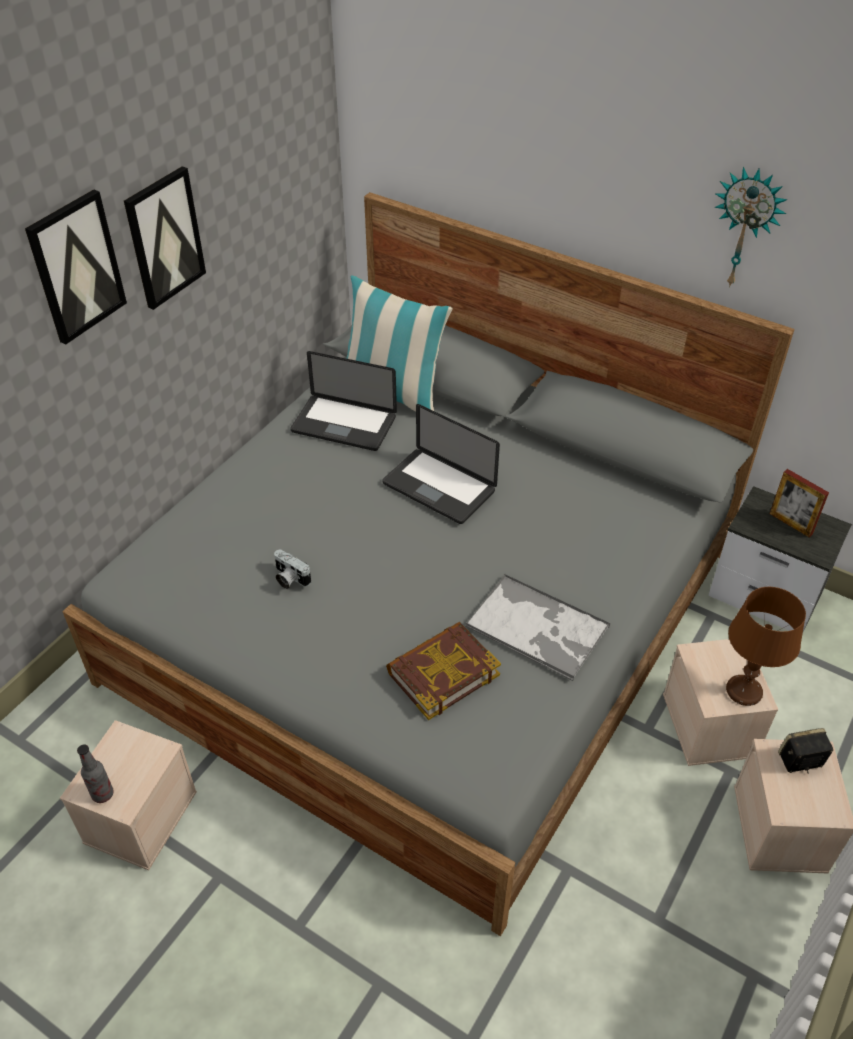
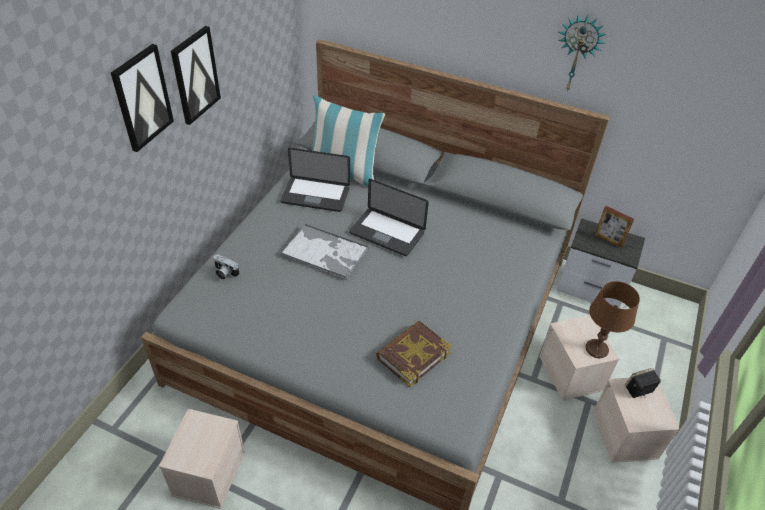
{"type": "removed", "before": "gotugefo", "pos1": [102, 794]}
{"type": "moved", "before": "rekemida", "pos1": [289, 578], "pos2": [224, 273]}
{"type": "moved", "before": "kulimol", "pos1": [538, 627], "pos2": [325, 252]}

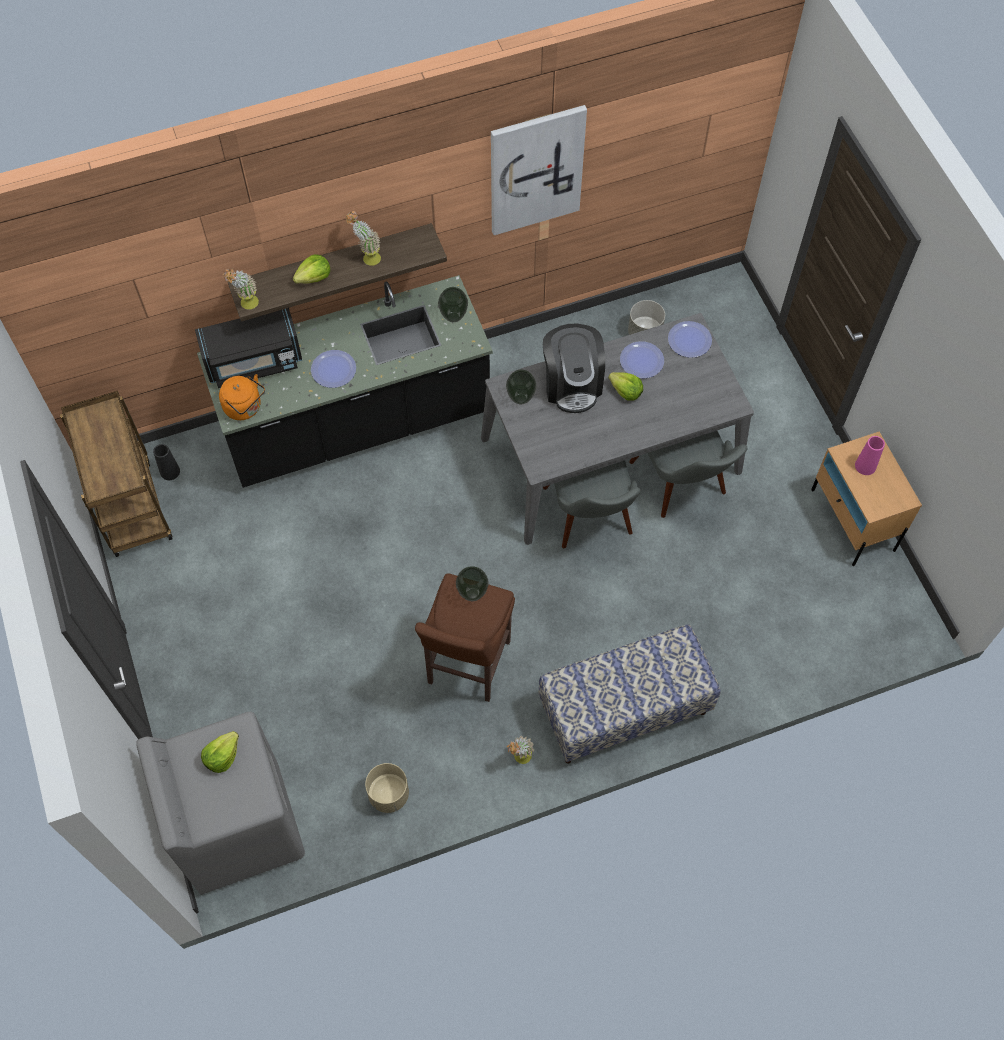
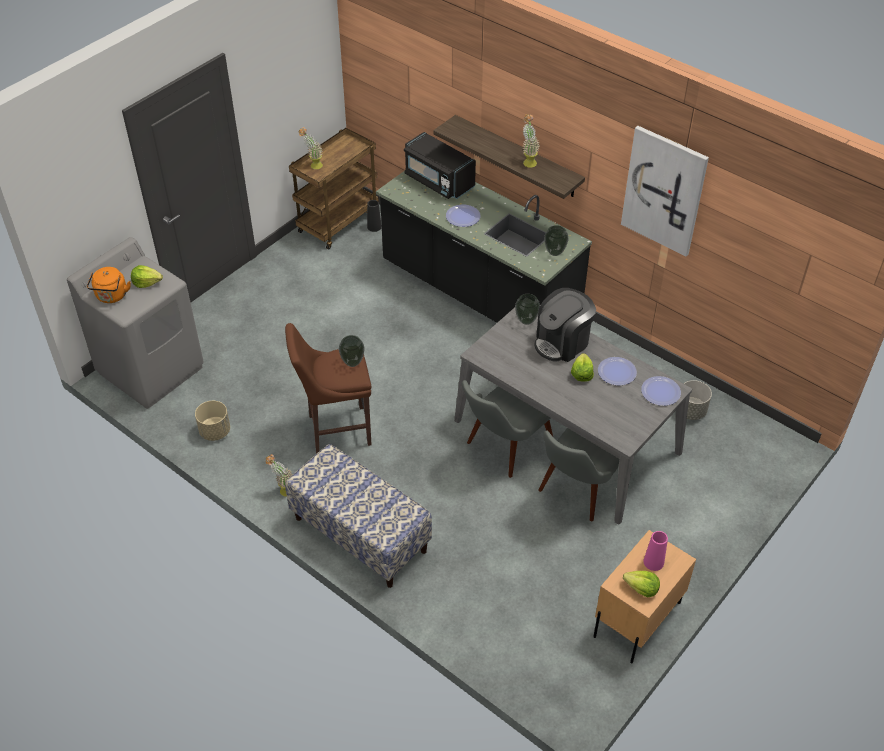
{"type": "moved", "before": "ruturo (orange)", "pos1": [245, 408], "pos2": [111, 296]}
{"type": "moved", "before": "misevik", "pos1": [246, 305], "pos2": [313, 165]}
{"type": "moved", "before": "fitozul", "pos1": [314, 277], "pos2": [641, 589]}

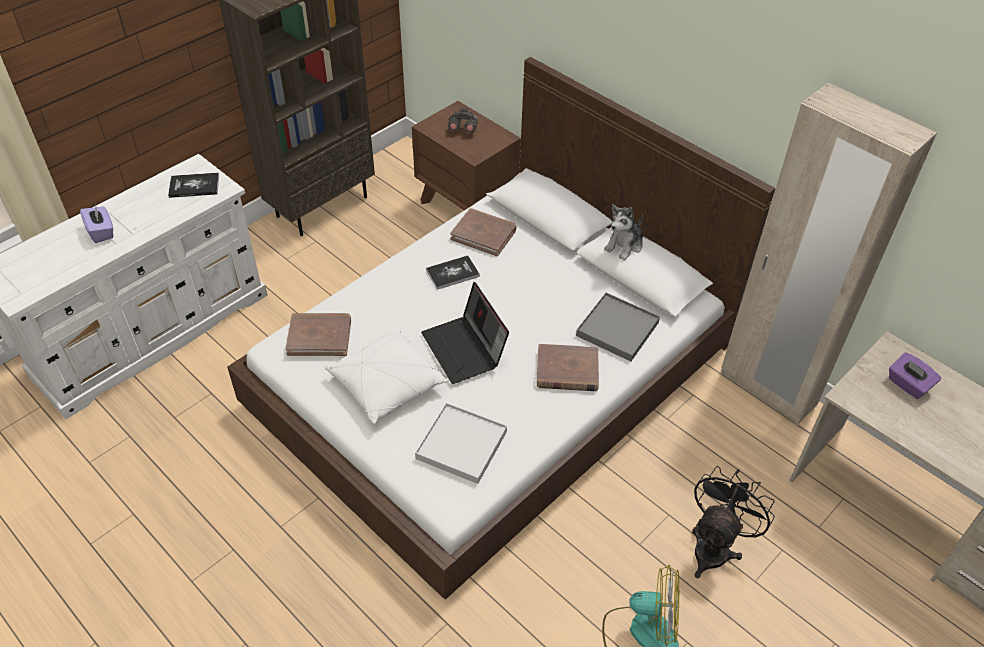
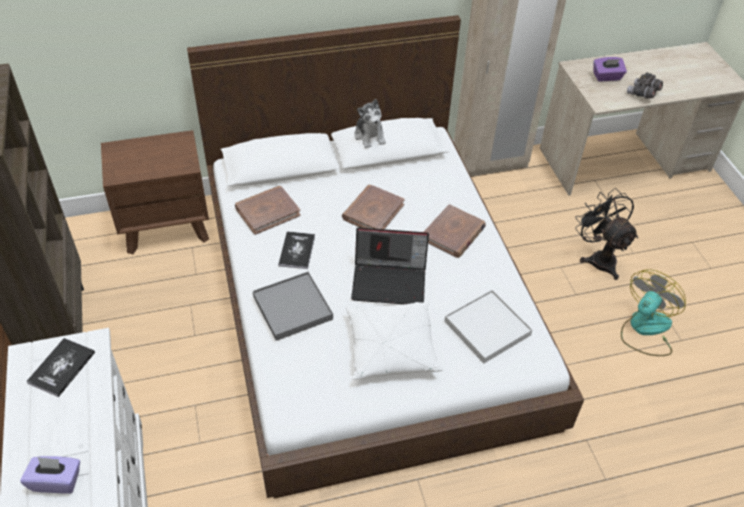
{"type": "moved", "before": "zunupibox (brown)", "pos1": [319, 336], "pos2": [373, 211]}
{"type": "moved", "before": "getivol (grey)", "pos1": [463, 129], "pos2": [642, 94]}
{"type": "moved", "before": "kulimol (grey)", "pos1": [617, 329], "pos2": [293, 308]}

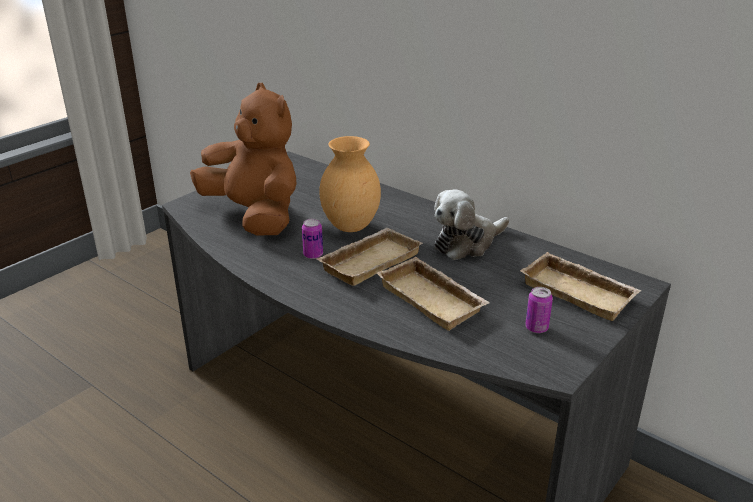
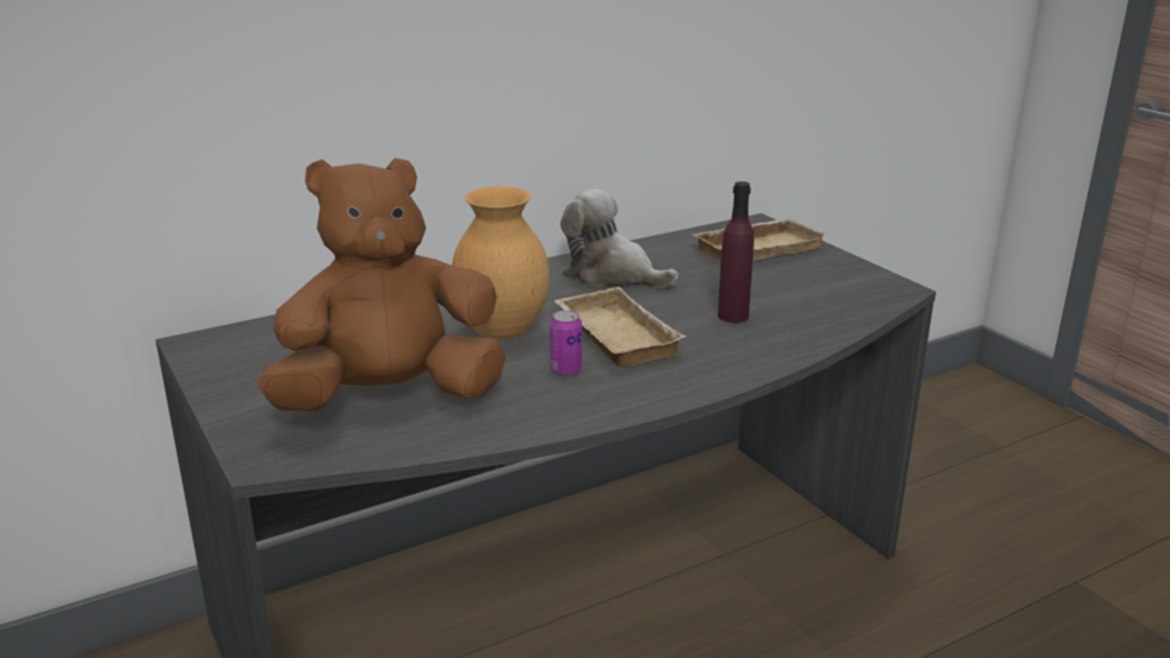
{"type": "replaced", "before": "kulimol (beige)", "after": "gotugefo (purple)", "pos1": [434, 299], "pos2": [733, 316]}
{"type": "turned", "before": "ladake", "pos1": [467, 243], "pos2": [611, 275], "turn": 135}
{"type": "removed", "before": "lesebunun", "pos1": [536, 328]}

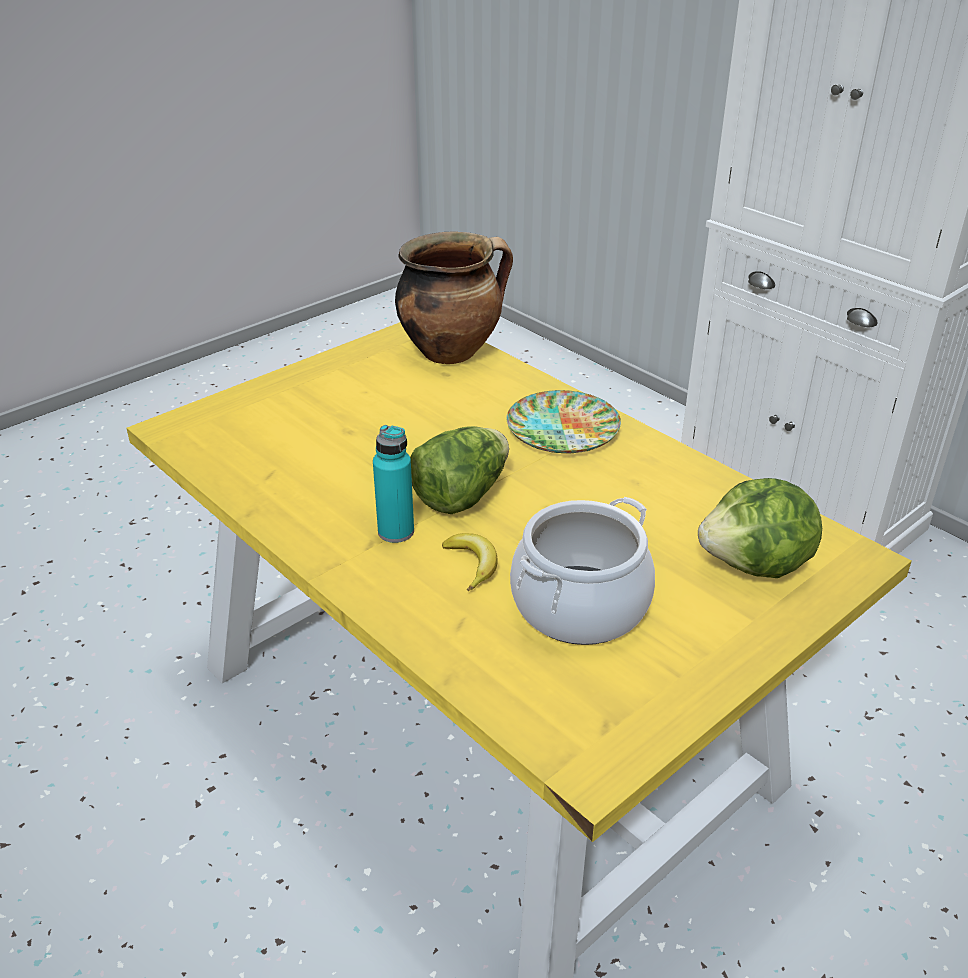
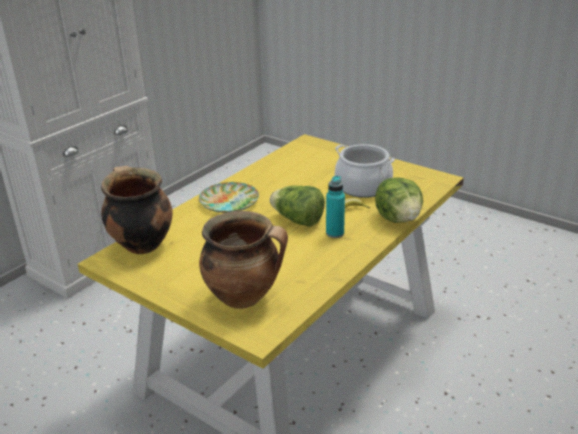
{"type": "moved", "before": "fitozul", "pos1": [756, 566], "pos2": [399, 218]}
{"type": "added", "after": "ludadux", "pos2": [245, 297]}

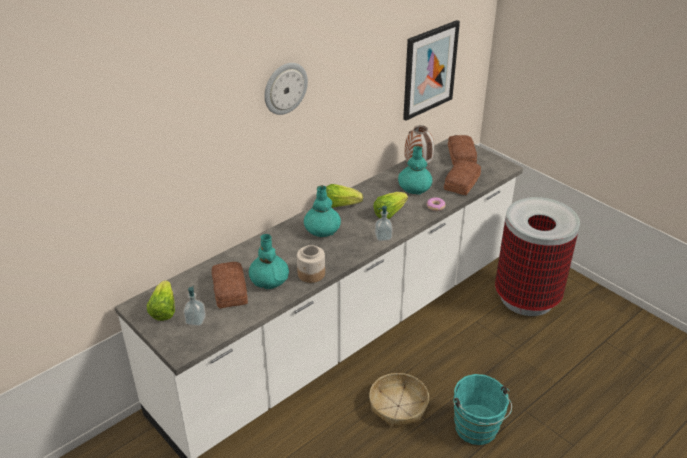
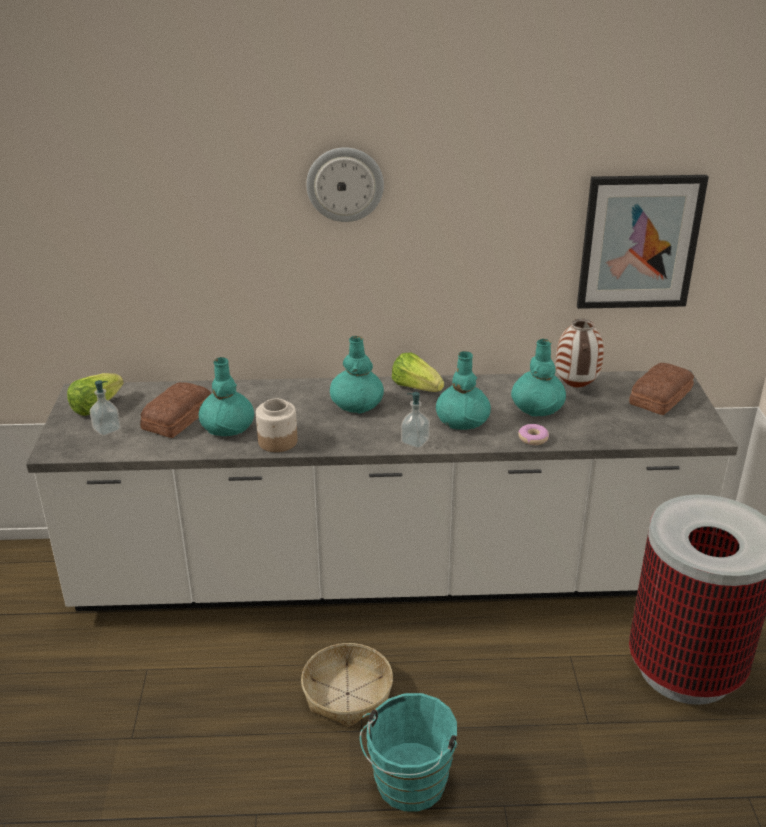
{"type": "replaced", "before": "fitozul", "after": "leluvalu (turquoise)", "pos1": [389, 213], "pos2": [462, 420]}
{"type": "removed", "before": "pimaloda", "pos1": [461, 182]}

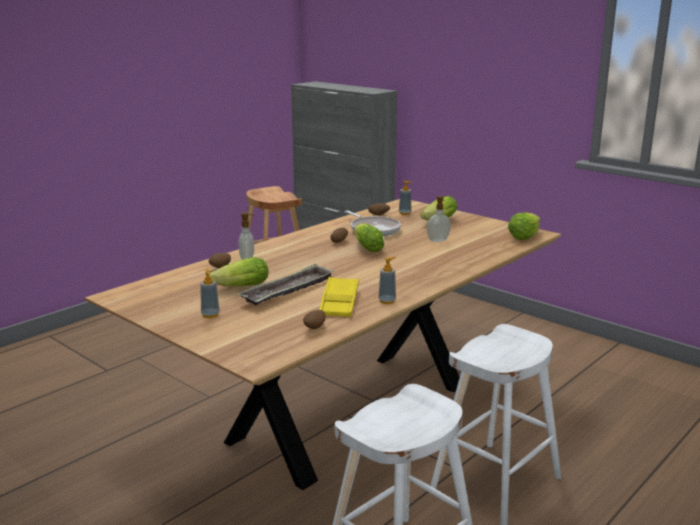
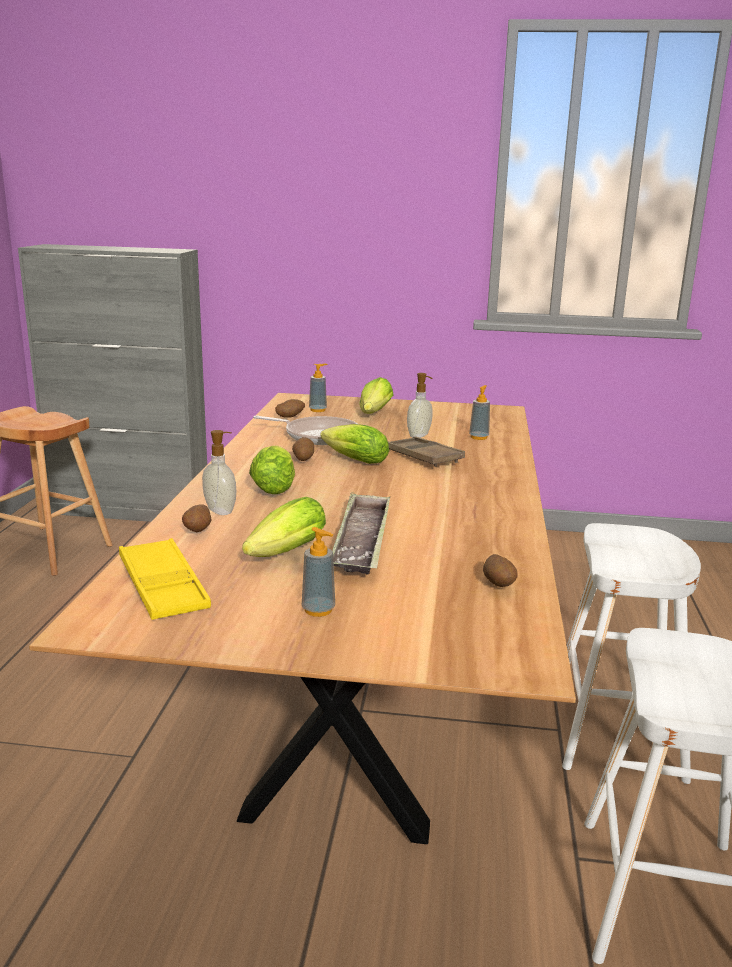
{"type": "moved", "before": "kulimol (yellow)", "pos1": [339, 302], "pos2": [163, 587]}
{"type": "moved", "before": "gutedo", "pos1": [387, 301], "pos2": [479, 437]}
{"type": "moved", "before": "fitozul", "pos1": [525, 236], "pos2": [276, 485]}
{"type": "added", "after": "kulimol (brown)", "pos2": [423, 457]}

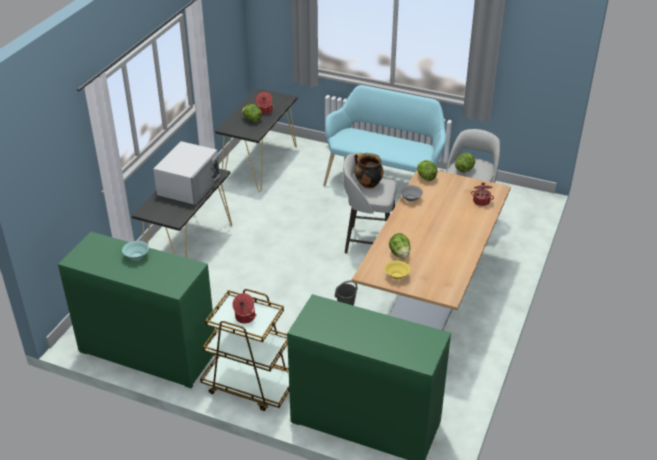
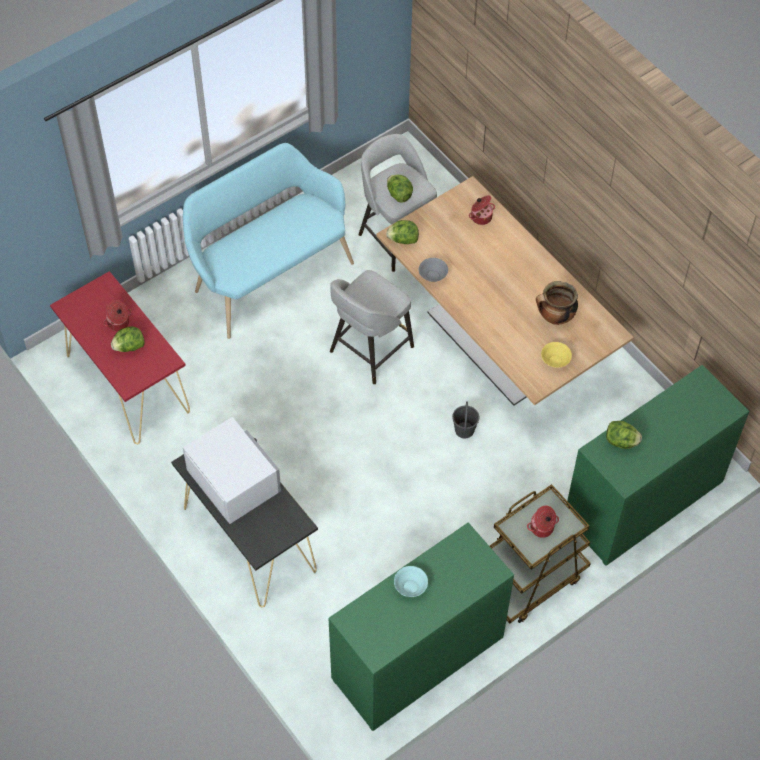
{"type": "recoloured", "before": "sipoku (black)", "after": "sipoku (red)", "pos1": [260, 164], "pos2": [127, 383]}
{"type": "moved", "before": "ludadux", "pos1": [367, 184], "pos2": [555, 317]}
{"type": "moved", "before": "fitozul", "pos1": [399, 254], "pos2": [621, 441]}

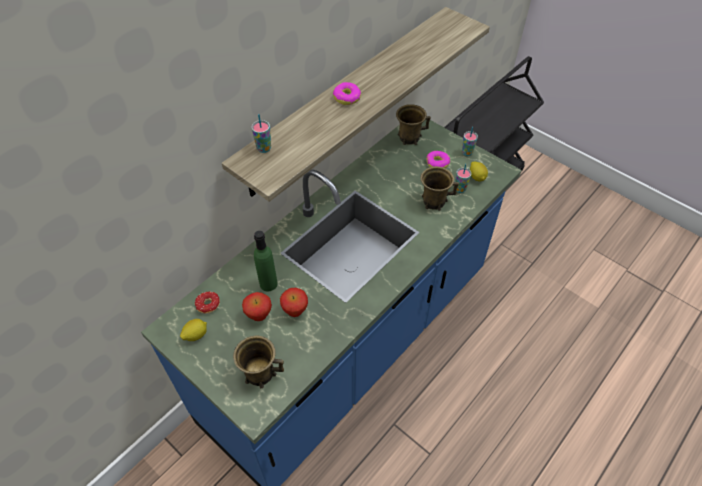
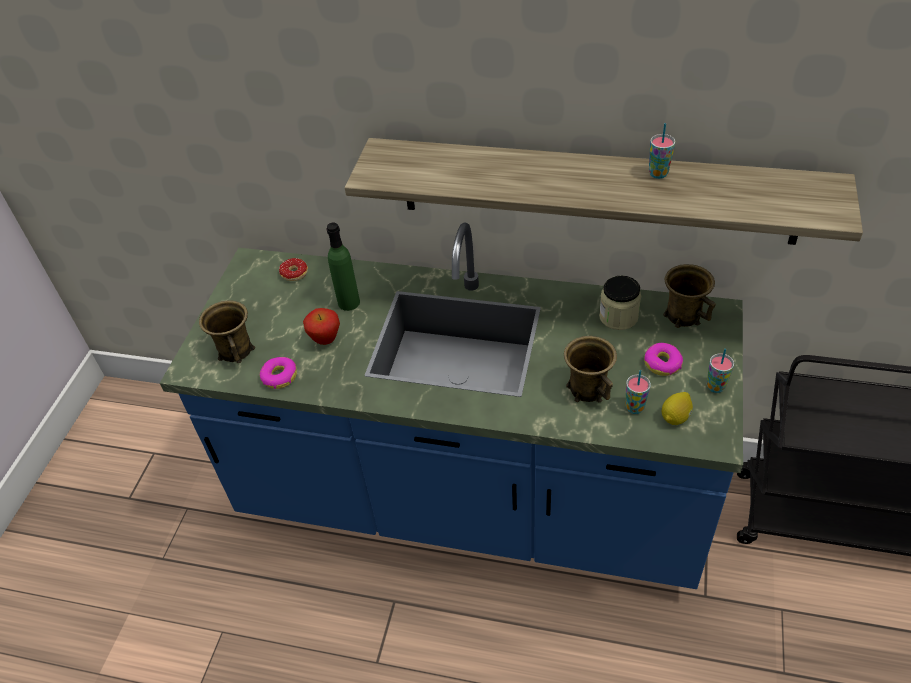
{"type": "removed", "before": "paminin", "pos1": [195, 335]}
{"type": "removed", "before": "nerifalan", "pos1": [259, 316]}
{"type": "moved", "before": "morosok", "pos1": [264, 148], "pos2": [658, 174]}
{"type": "moved", "before": "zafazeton", "pos1": [347, 97], "pos2": [279, 377]}
{"type": "added", "after": "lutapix", "pos2": [618, 317]}

